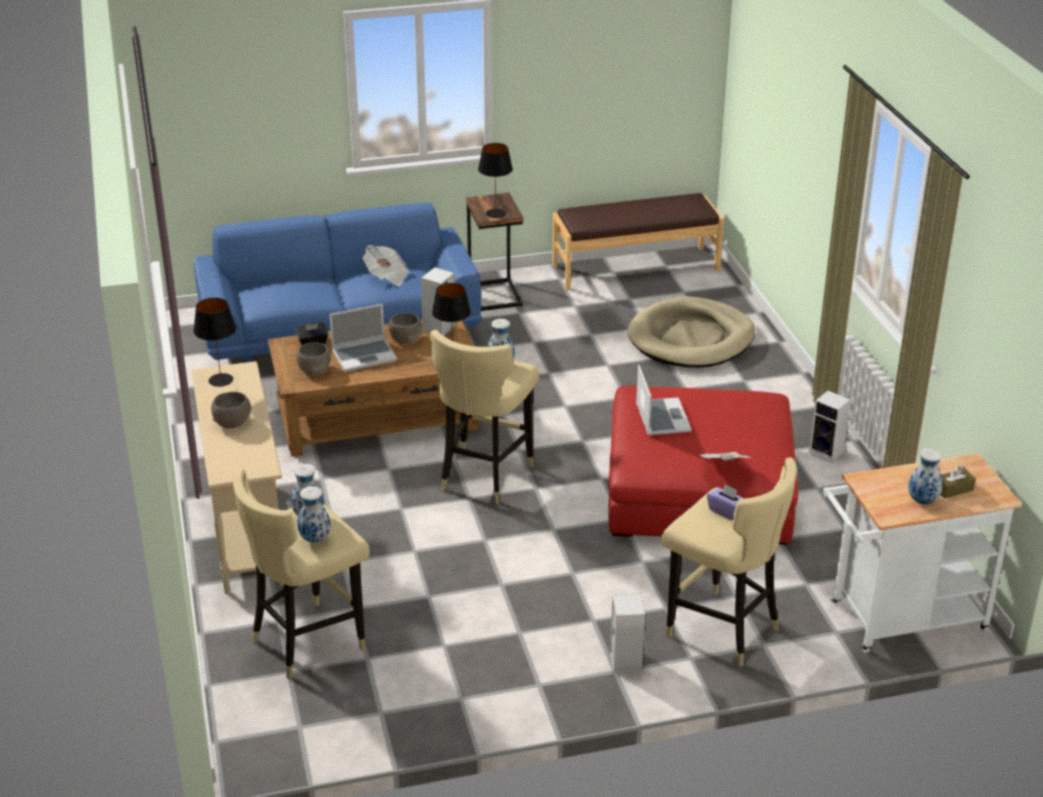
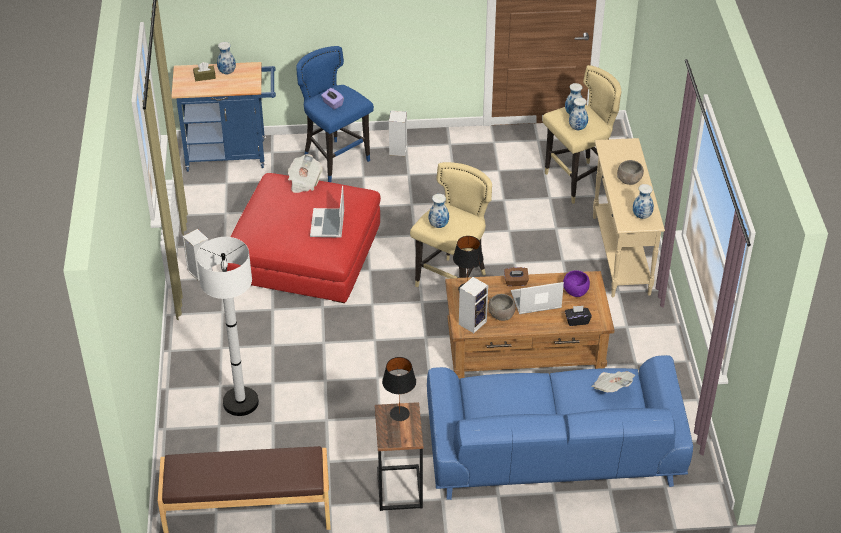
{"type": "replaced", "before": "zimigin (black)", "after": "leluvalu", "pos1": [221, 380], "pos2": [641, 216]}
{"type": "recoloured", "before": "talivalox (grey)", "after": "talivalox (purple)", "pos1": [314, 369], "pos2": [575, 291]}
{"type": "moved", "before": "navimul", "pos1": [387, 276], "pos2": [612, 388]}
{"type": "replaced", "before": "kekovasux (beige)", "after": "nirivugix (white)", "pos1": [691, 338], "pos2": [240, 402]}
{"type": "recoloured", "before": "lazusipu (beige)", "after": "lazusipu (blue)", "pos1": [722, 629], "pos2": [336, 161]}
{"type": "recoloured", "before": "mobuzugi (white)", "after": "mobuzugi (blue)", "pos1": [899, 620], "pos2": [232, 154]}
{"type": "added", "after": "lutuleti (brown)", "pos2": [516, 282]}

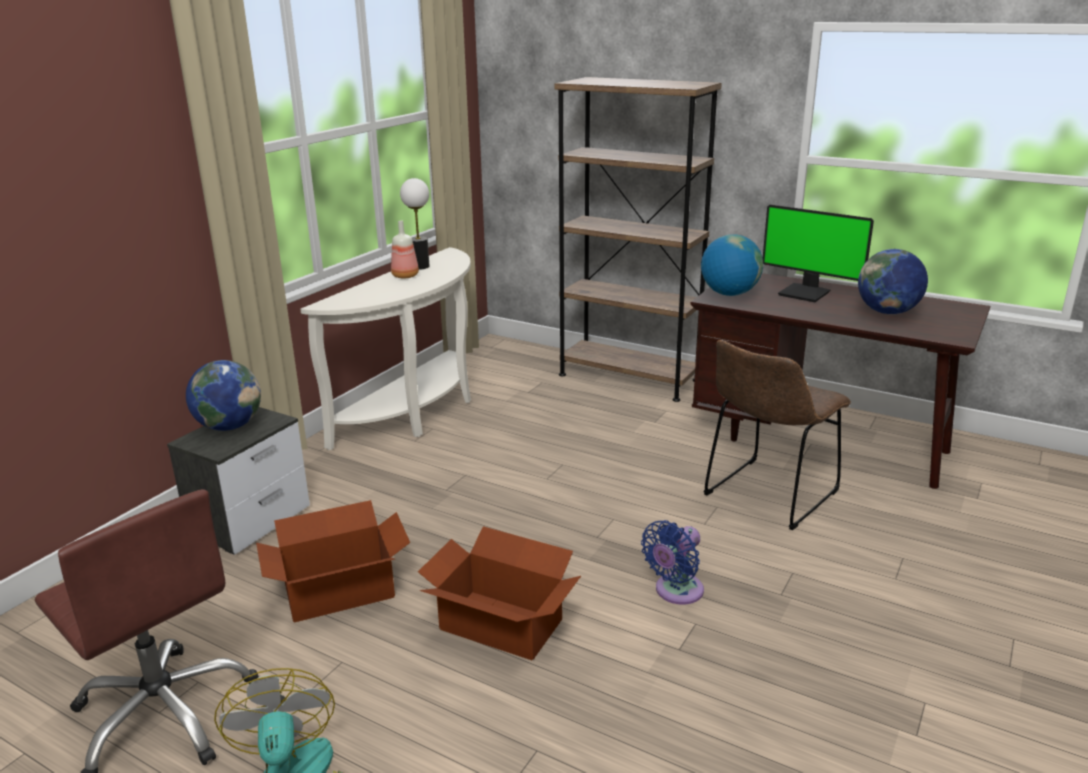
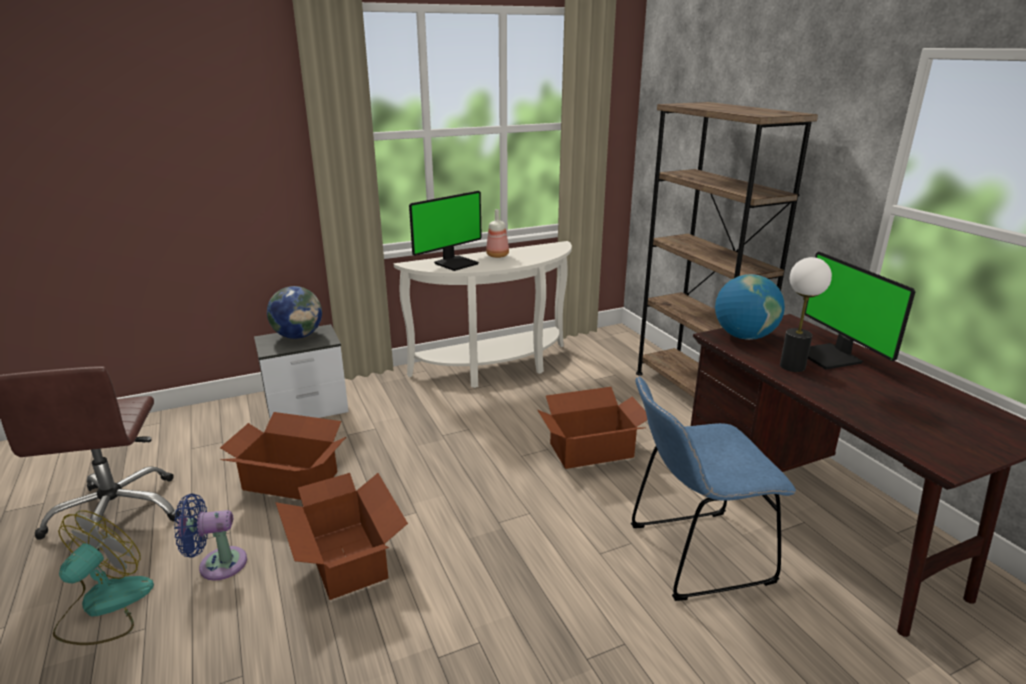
{"type": "moved", "before": "zimigin", "pos1": [420, 266], "pos2": [792, 366]}
{"type": "moved", "before": "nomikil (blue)", "pos1": [676, 592], "pos2": [217, 564]}
{"type": "recoloured", "before": "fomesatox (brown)", "after": "fomesatox (blue)", "pos1": [767, 496], "pos2": [692, 555]}
{"type": "removed", "before": "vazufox", "pos1": [887, 312]}
{"type": "added", "after": "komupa", "pos2": [455, 263]}
{"type": "added", "after": "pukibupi", "pos2": [592, 451]}

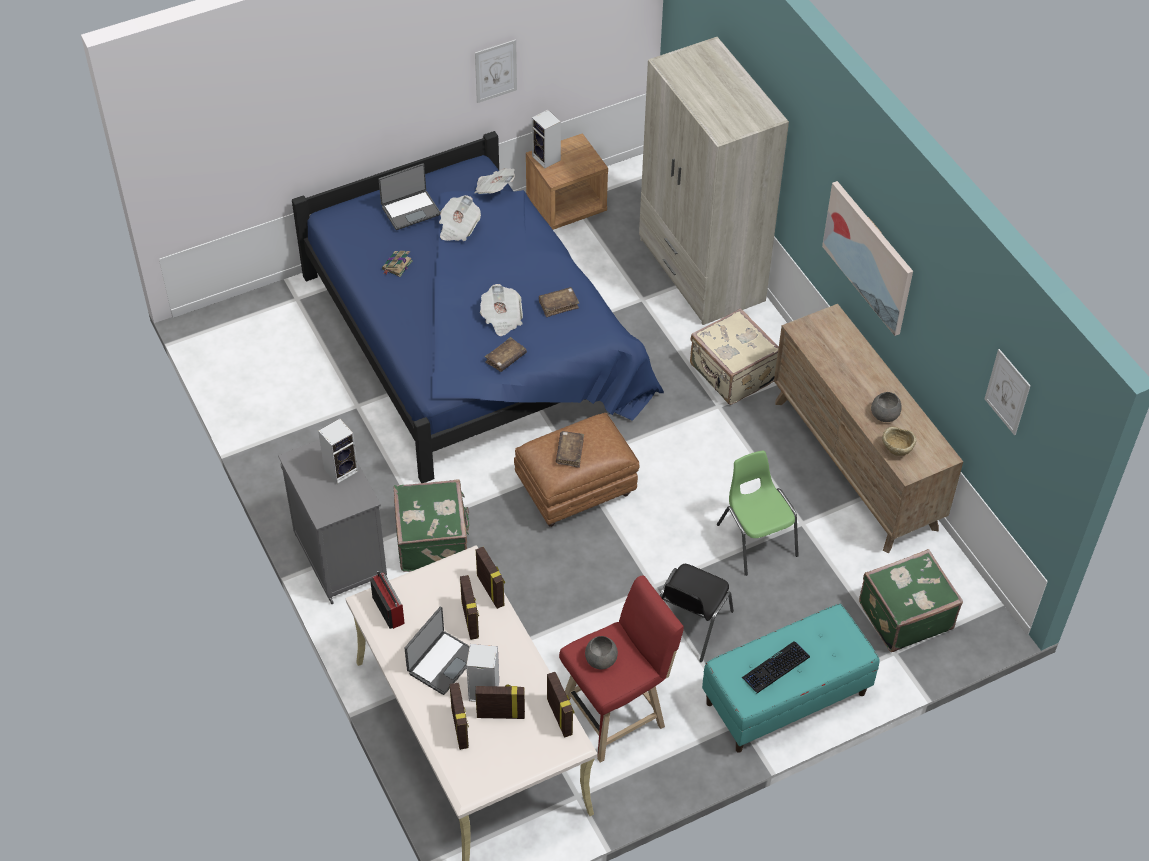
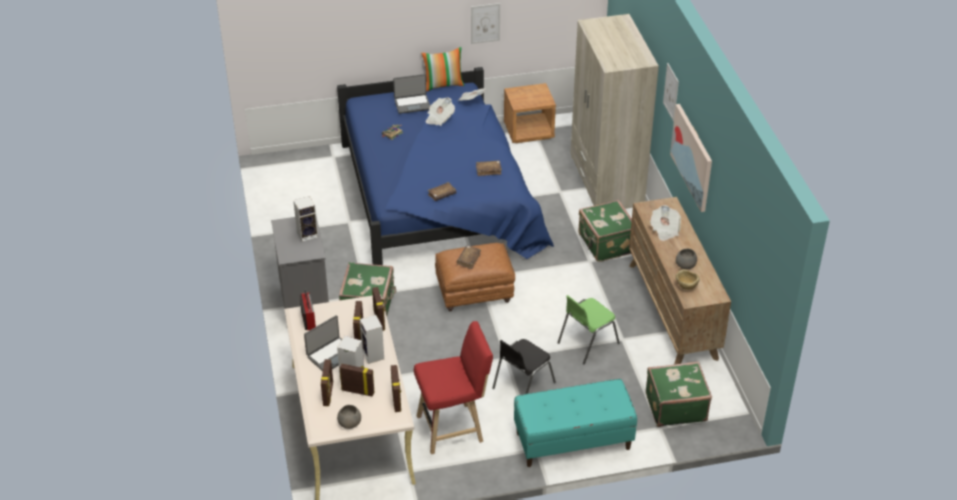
{"type": "moved", "before": "navimul", "pos1": [501, 318], "pos2": [664, 230]}
{"type": "moved", "before": "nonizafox", "pos1": [547, 159], "pos2": [374, 355]}
{"type": "moved", "before": "talivalox (grey)", "pos1": [600, 659], "pos2": [349, 423]}
{"type": "recoloured", "before": "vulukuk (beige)", "after": "vulukuk (green)", "pos1": [732, 374], "pos2": [605, 244]}
{"type": "turned", "before": "fomesatox (green)", "pos1": [756, 539], "pos2": [587, 343], "turn": -120}
{"type": "removed", "before": "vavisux", "pos1": [775, 668]}
{"type": "moved", "before": "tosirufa", "pos1": [1007, 392], "pos2": [671, 92]}
{"type": "added", "after": "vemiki", "pos2": [443, 85]}

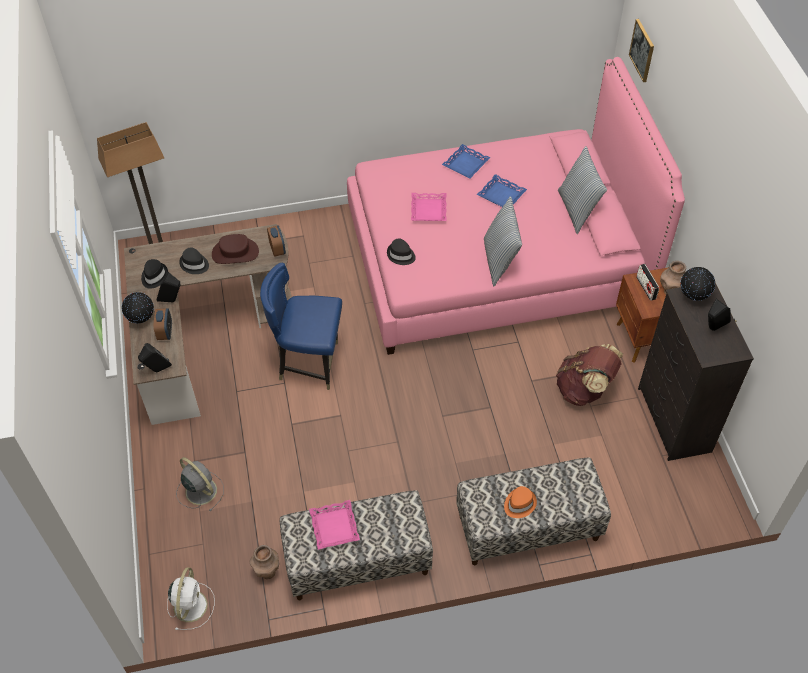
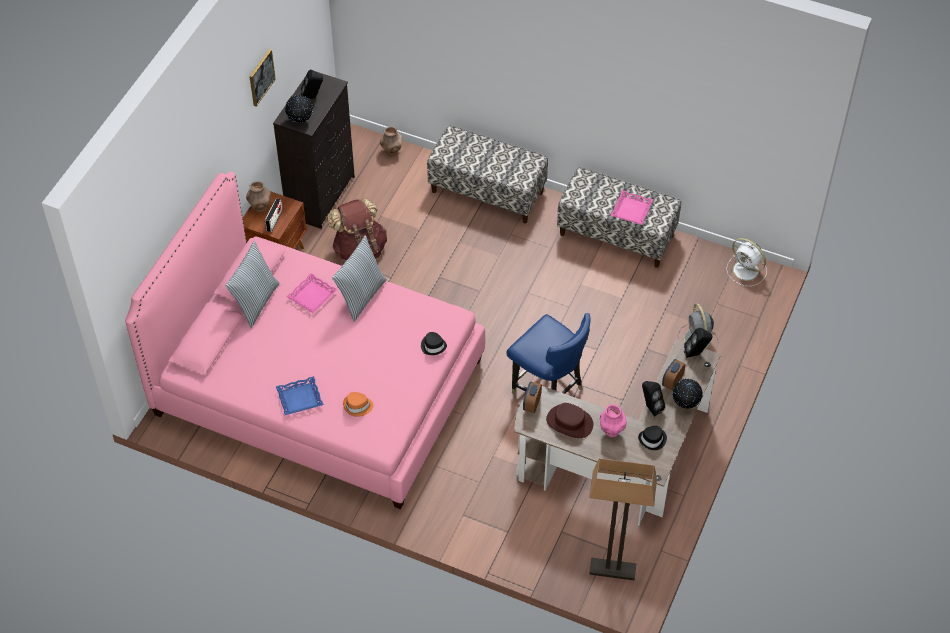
{"type": "turned", "before": "nomikil (white)", "pos1": [191, 604], "pos2": [747, 271], "turn": -90}
{"type": "replaced", "before": "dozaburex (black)", "after": "leluvalu (pink)", "pos1": [194, 264], "pos2": [611, 431]}
{"type": "moved", "before": "leluvalu (brown)", "pos1": [267, 571], "pos2": [391, 152]}
{"type": "moved", "before": "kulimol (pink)", "pos1": [429, 210], "pos2": [312, 296]}
{"type": "removed", "before": "kulimol (blue)", "pos1": [501, 195]}
{"type": "moved", "before": "dozaburex (orange)", "pos1": [519, 504], "pos2": [358, 406]}
{"type": "moved", "before": "tosirufa", "pos1": [642, 50], "pos2": [261, 77]}

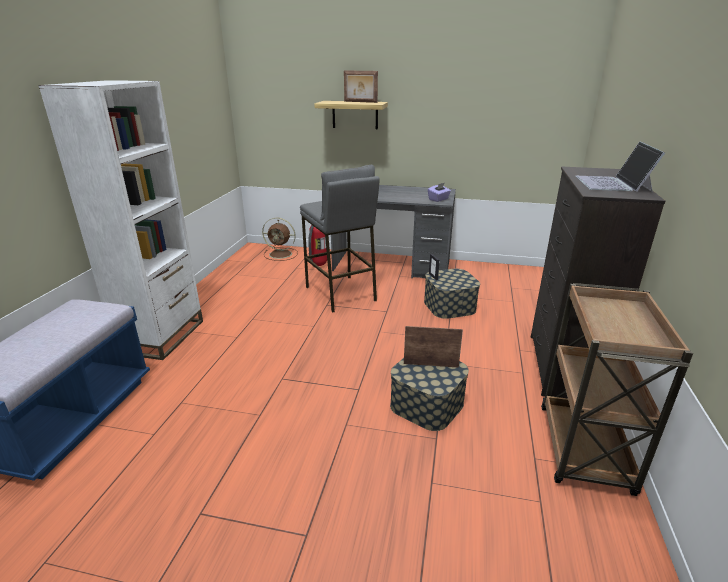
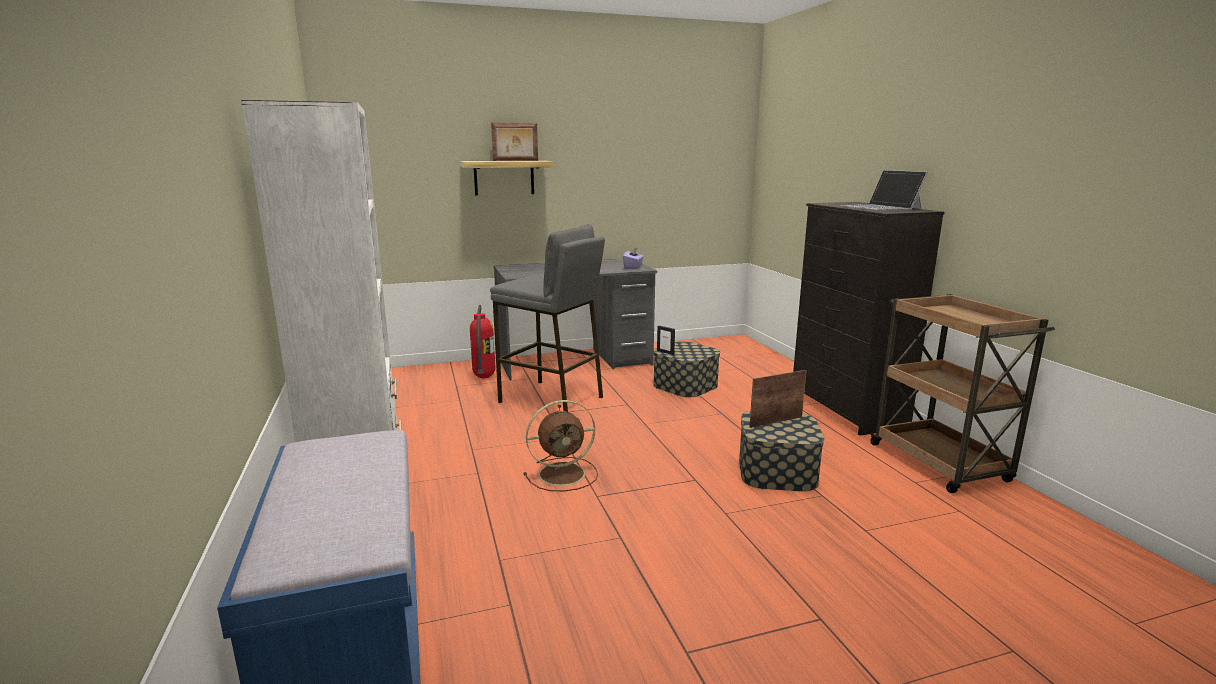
{"type": "moved", "before": "nomikil (brown)", "pos1": [281, 254], "pos2": [564, 474]}

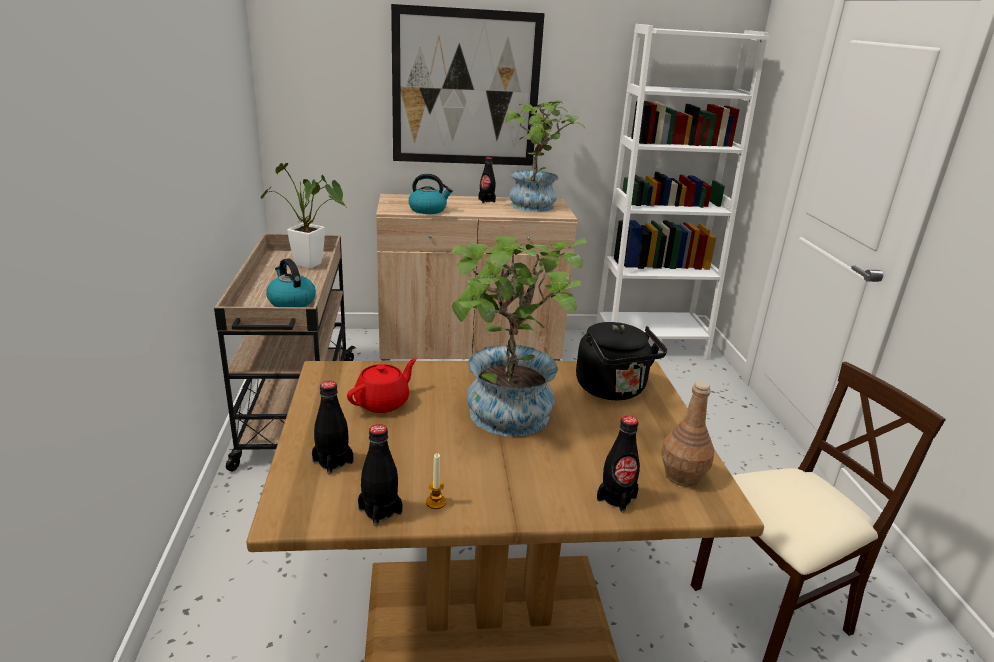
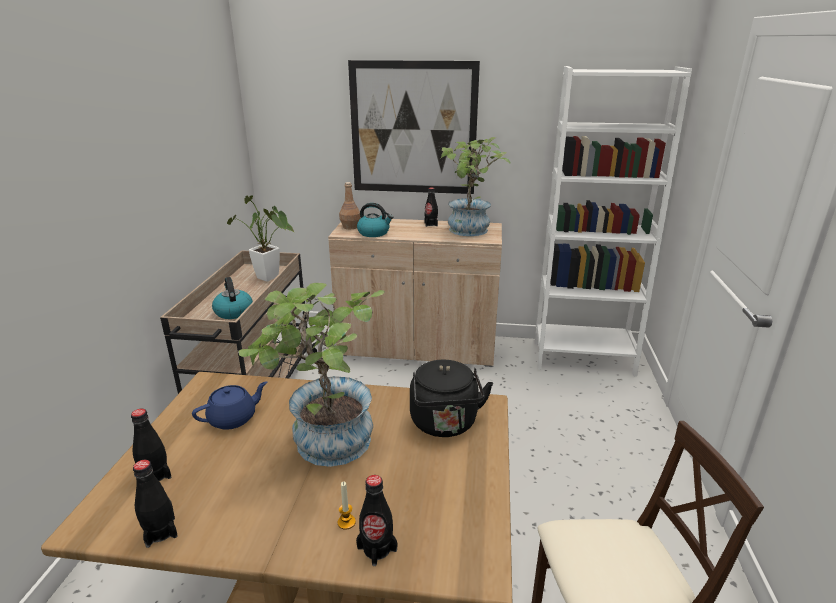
{"type": "recoloured", "before": "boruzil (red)", "after": "boruzil (blue)", "pos1": [383, 402], "pos2": [233, 418]}
{"type": "moved", "before": "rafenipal", "pos1": [436, 502], "pos2": [346, 522]}
{"type": "moved", "before": "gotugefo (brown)", "pos1": [683, 476], "pos2": [350, 227]}

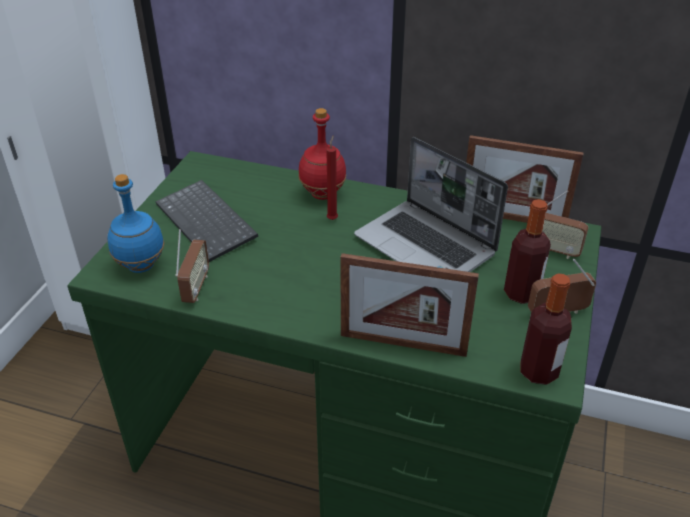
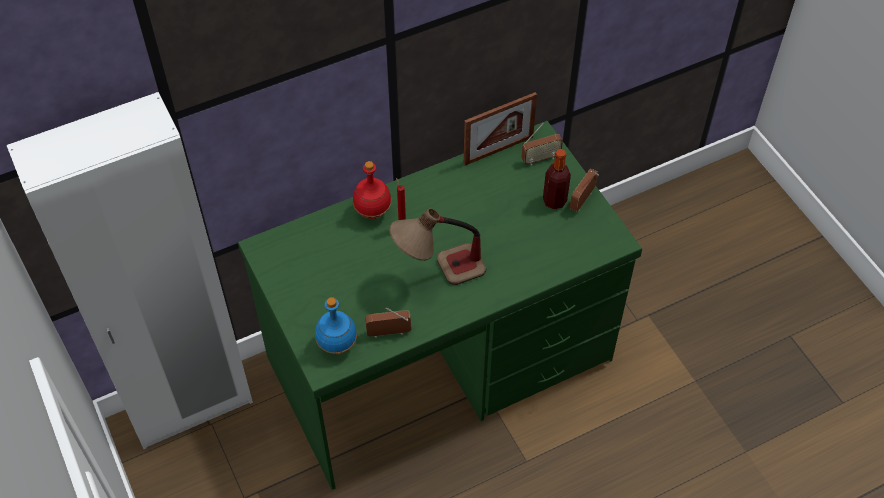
{"type": "removed", "before": "vavisux", "pos1": [208, 222]}
{"type": "turned", "before": "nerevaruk", "pos1": [196, 288], "pos2": [389, 333], "turn": -60}
{"type": "removed", "before": "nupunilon", "pos1": [403, 344]}
{"type": "removed", "before": "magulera", "pos1": [427, 246]}
{"type": "removed", "before": "gotugefo", "pos1": [538, 371]}
{"type": "added", "after": "zimigin", "pos2": [438, 273]}

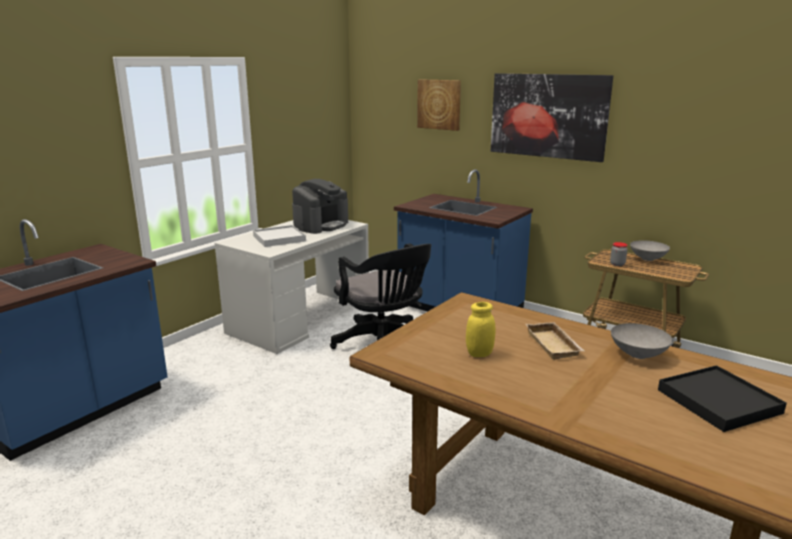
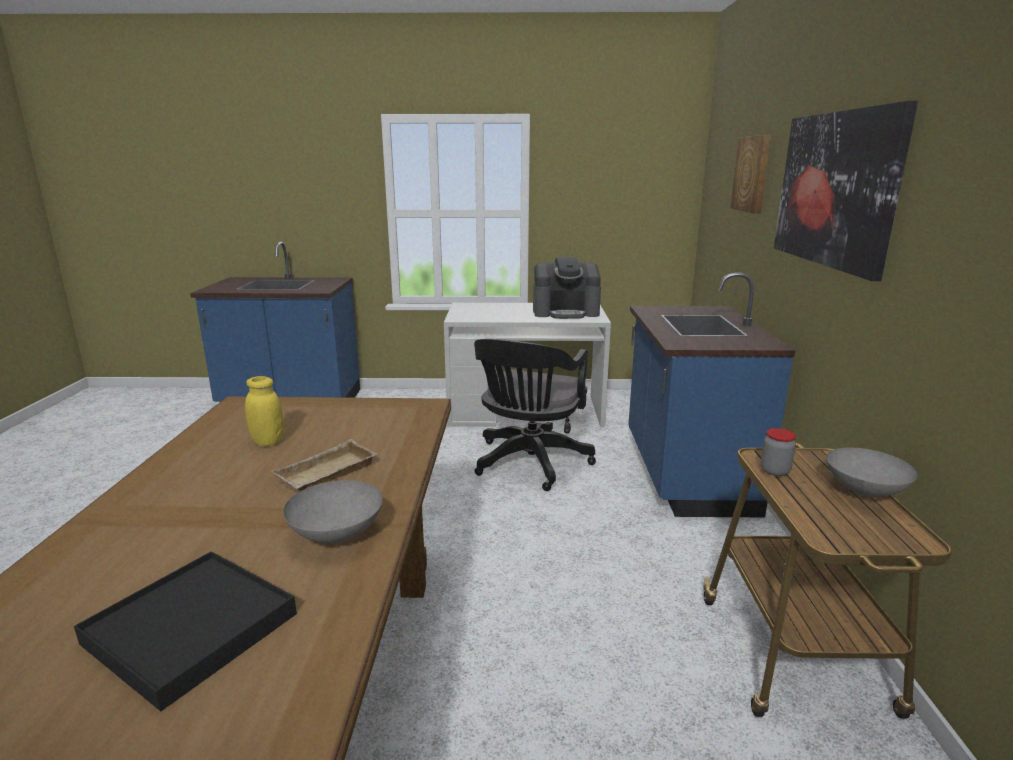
{"type": "removed", "before": "kulimol (white)", "pos1": [279, 238]}

